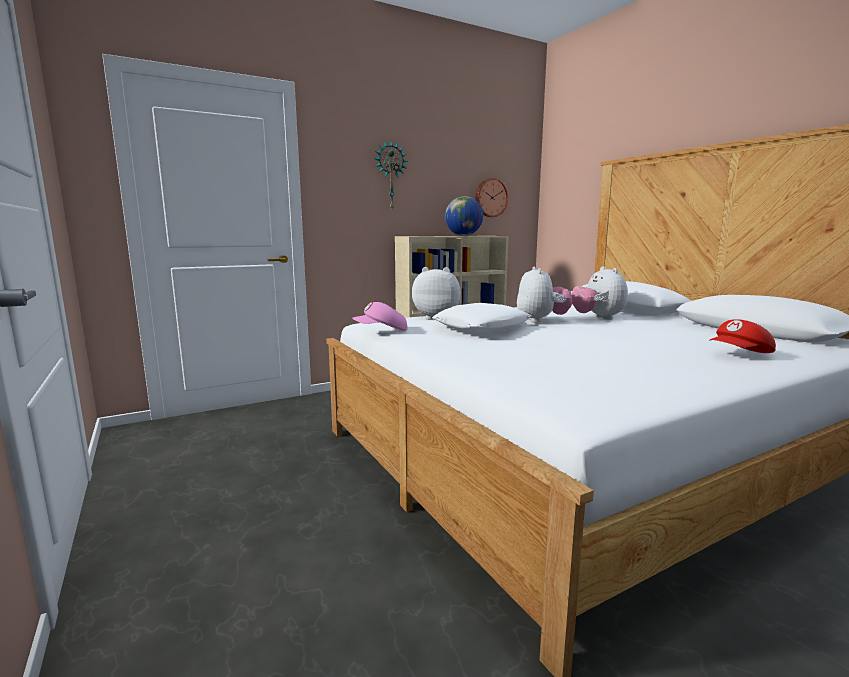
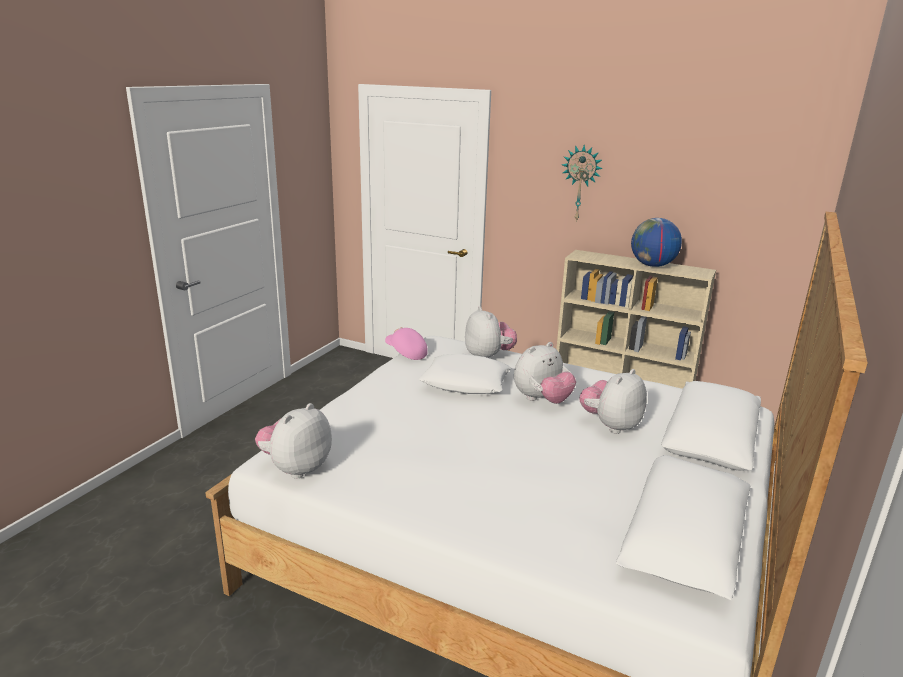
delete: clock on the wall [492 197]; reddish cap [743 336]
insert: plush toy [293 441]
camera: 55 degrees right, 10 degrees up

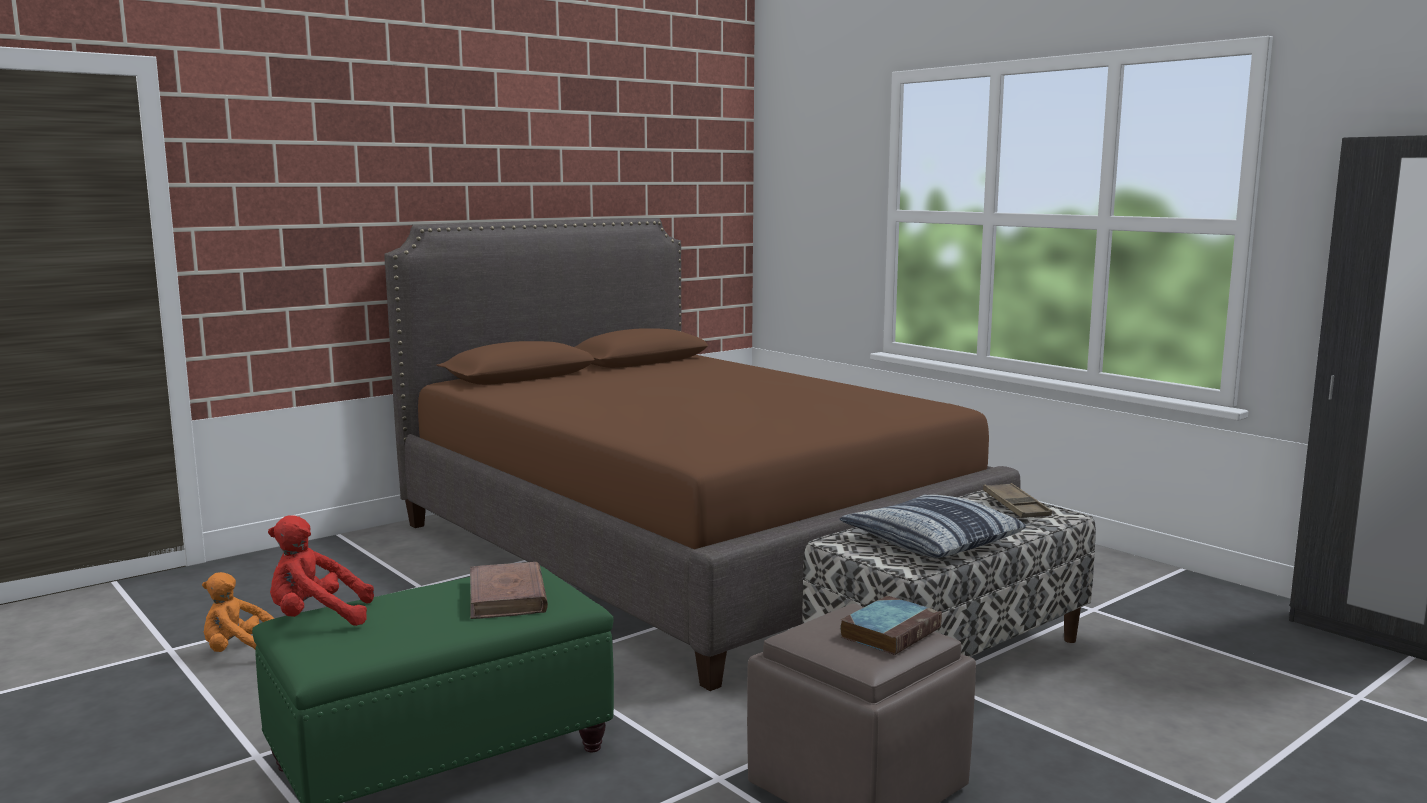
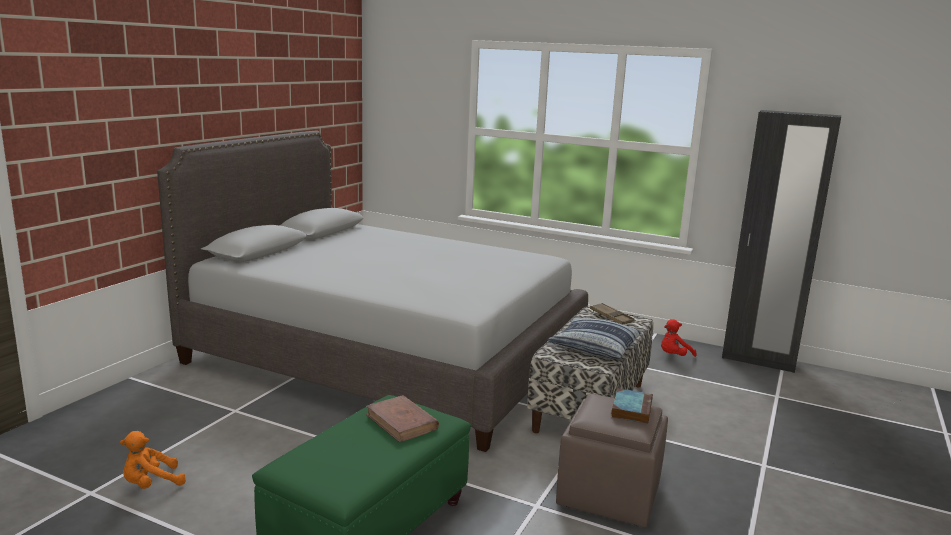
move: reddish plush toy [321 570] to [679 338]
recolor: brown bedroom bed [702 454] to greyish bedroom bed [372 291]
camera: 25 degrees left, 5 degrees up

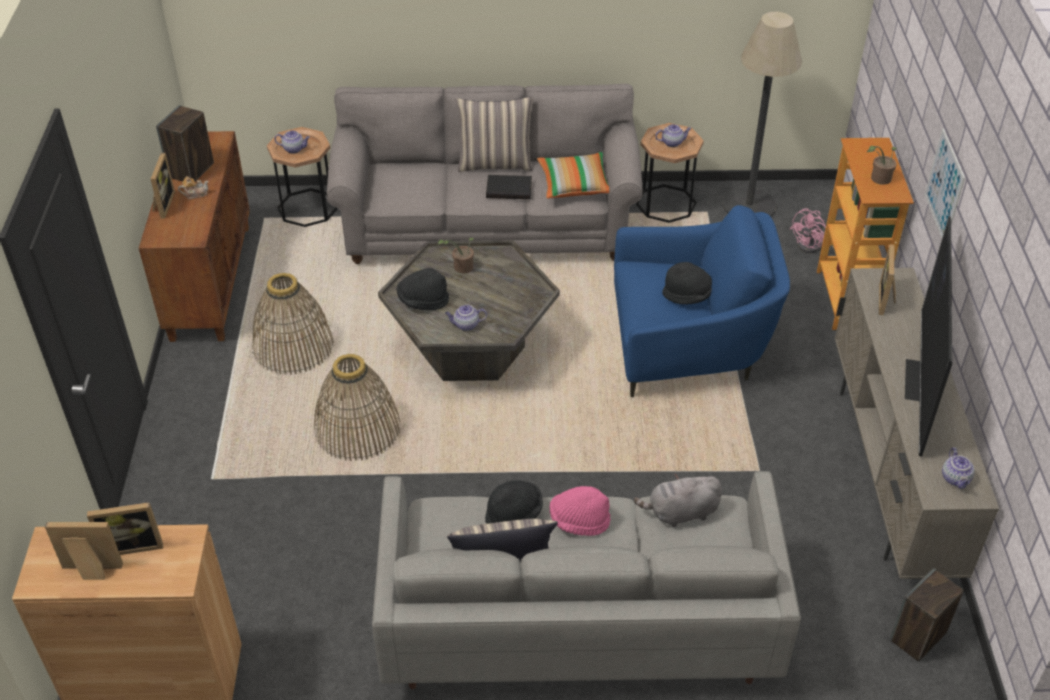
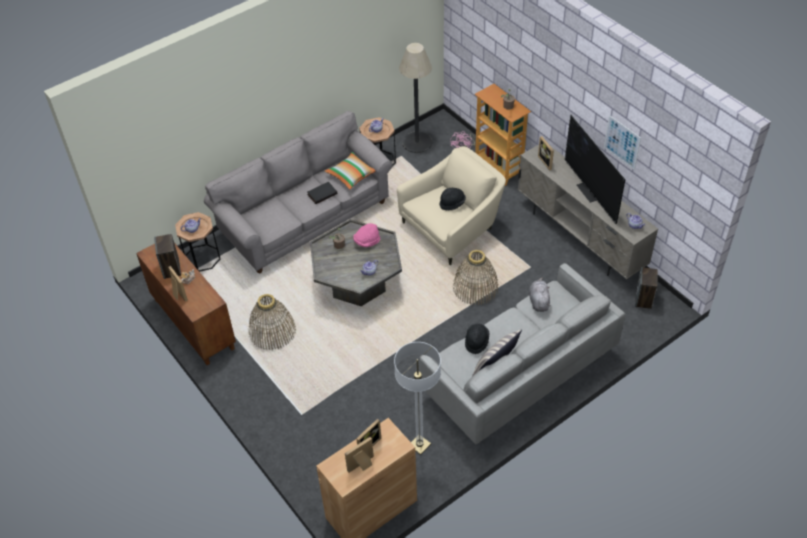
delete: black-coloured clothing hat [423 289]; cushion [494 134]
insert: floor lamp [417 398]
move: storage basket [357 407] to [475 277]; pink-coloured clothing hat [580 511] to [366 235]; picture [945 183] to [622 142]
recolor: bluish easy chair [702 301] to sand-coloured easy chair [451 205]
rotate: greyish plush toy [678 500] = [539 294] 135 degrees clockwise
camera: 35 degrees left, 5 degrees up

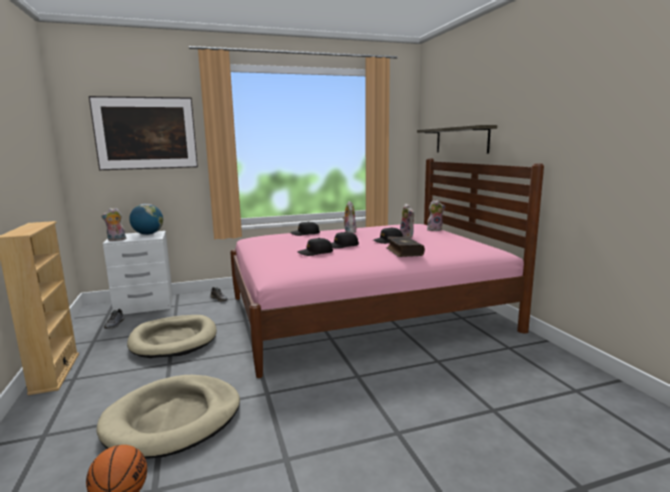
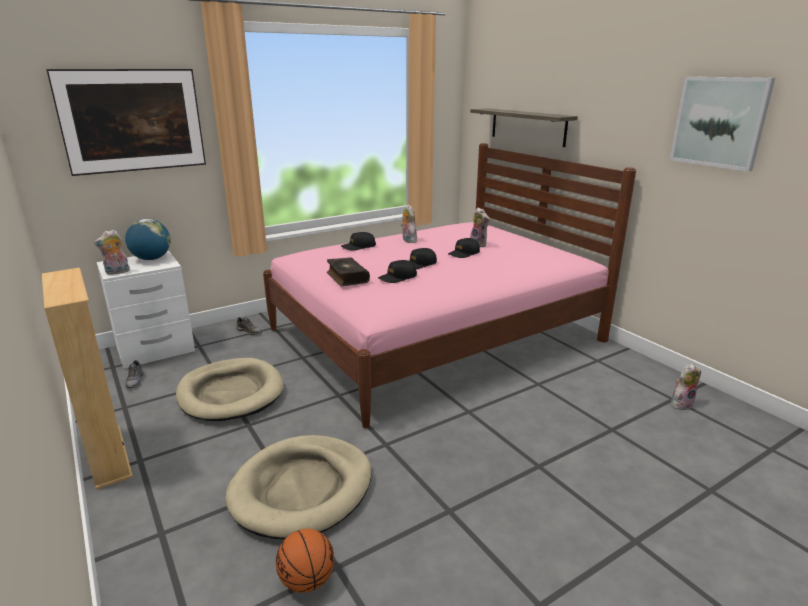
insert: picture [722 124]
move: bound book [406 247] to [348 271]; plush toy [436 215] to [686 387]
camera: 15 degrees left, 10 degrees up

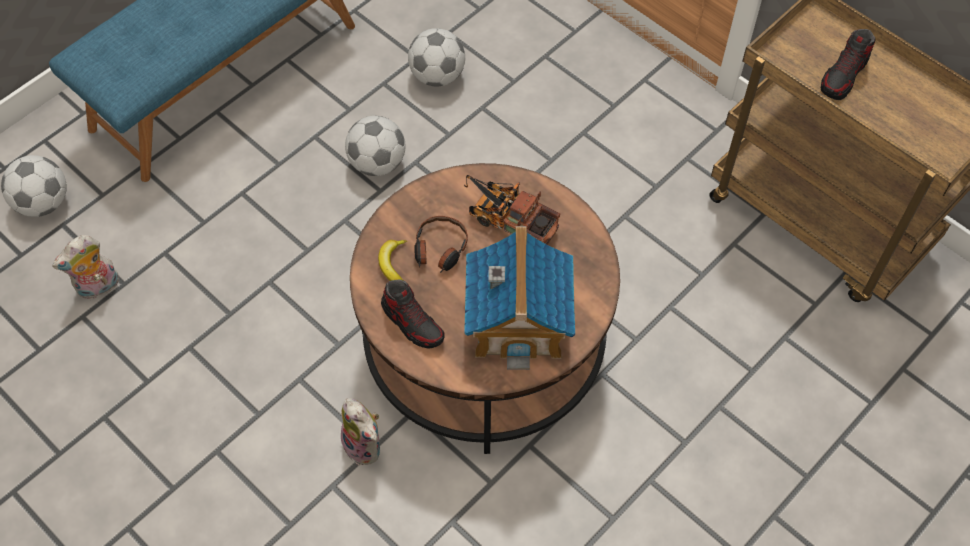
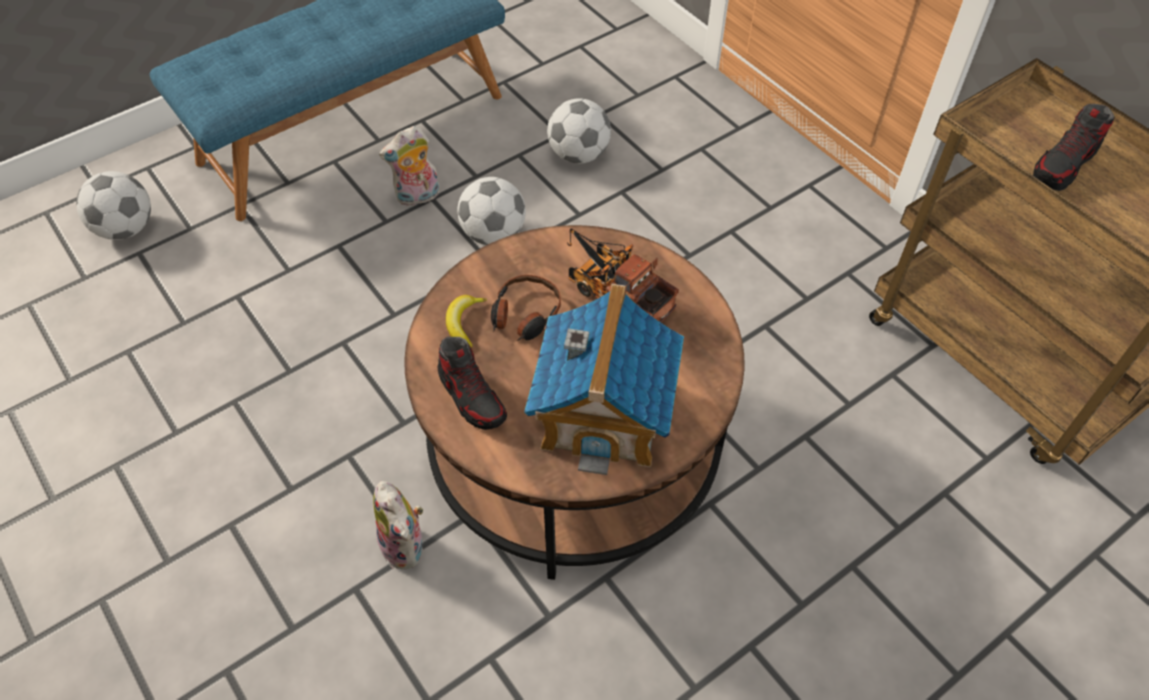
move: plush toy [85 267] to [409 166]
camera: 10 degrees right, 5 degrees down

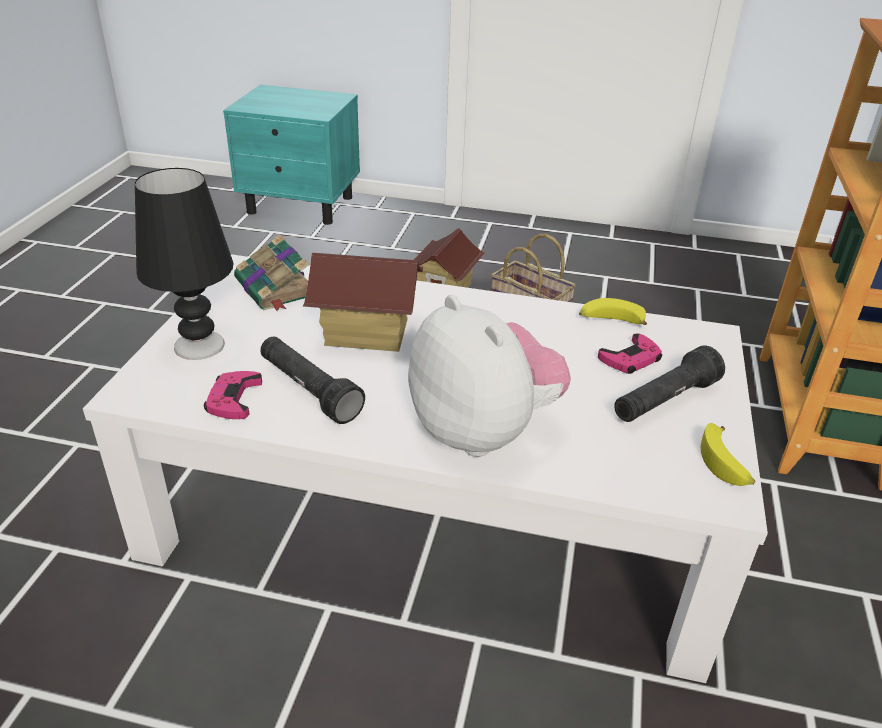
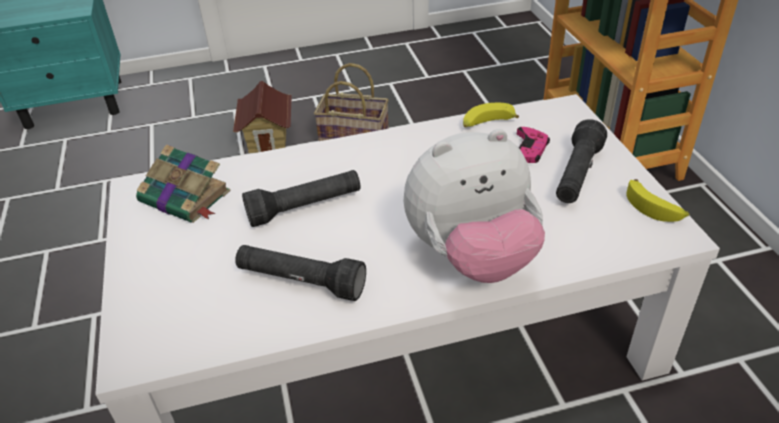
delete: black-coloured tabletop lamp [184 264]; pink-coloured joypad [233 395]
replace: miniature house [363 302] to black-coloured hand torch [301 198]
rotate: plush toy [489 376] = [474 206] 135 degrees clockwise
camera: 25 degrees left, 5 degrees up

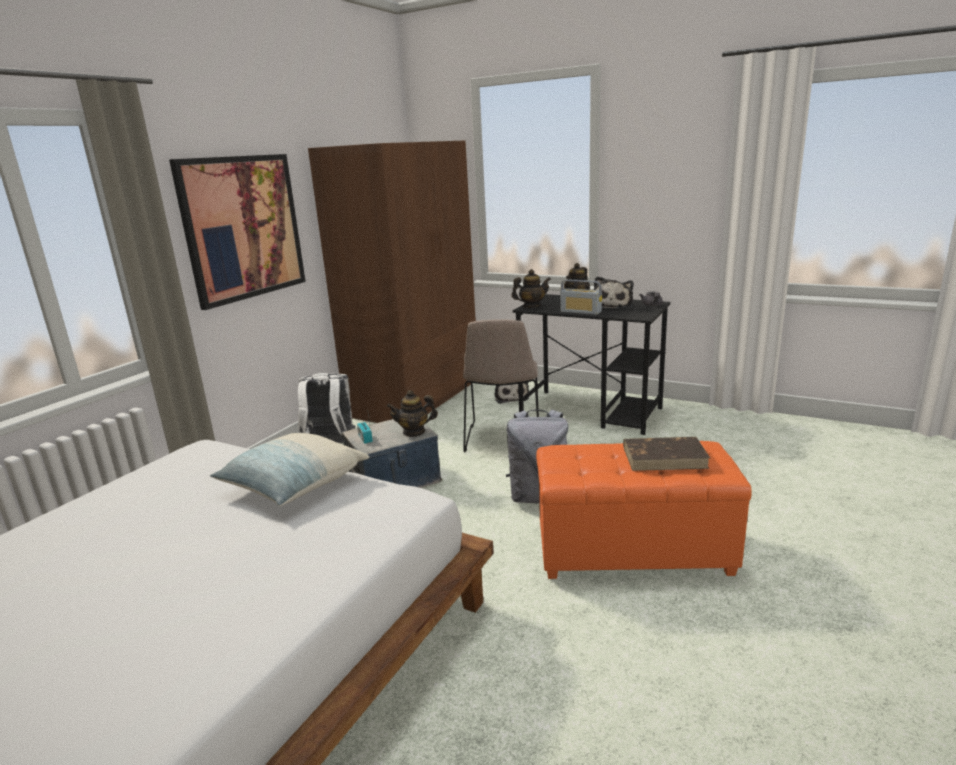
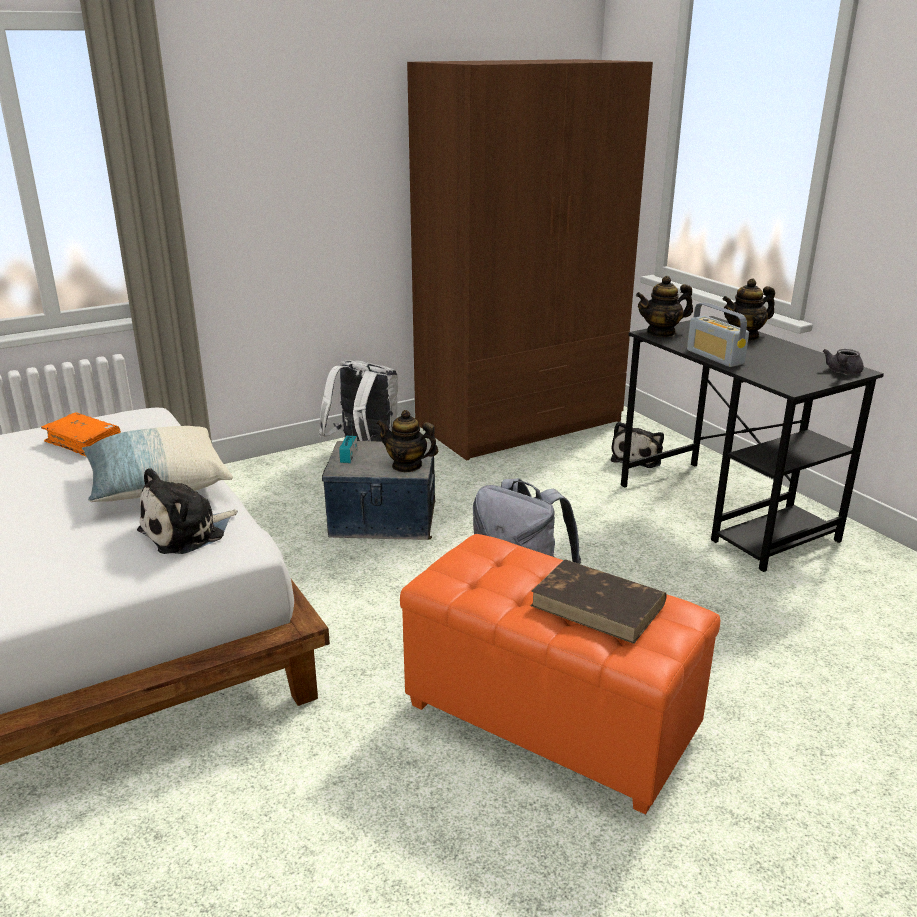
delete: picture [237 232]; sand-coloured upright chair [501 385]
insert: orange-coloured bound book [81 434]
move: plush toy [613 292] to [187 511]
rotate: teapot [531 288] = [664 306] 150 degrees clockwise
camera: 30 degrees right, 5 degrees up

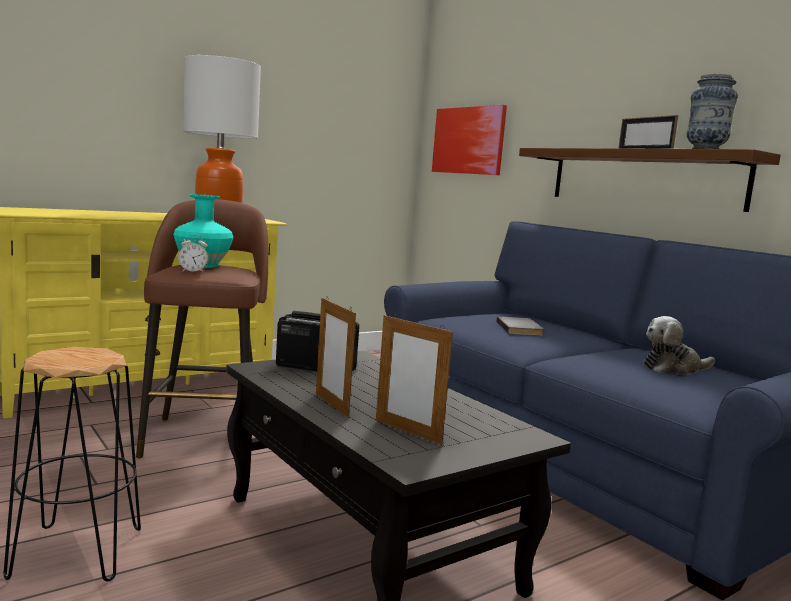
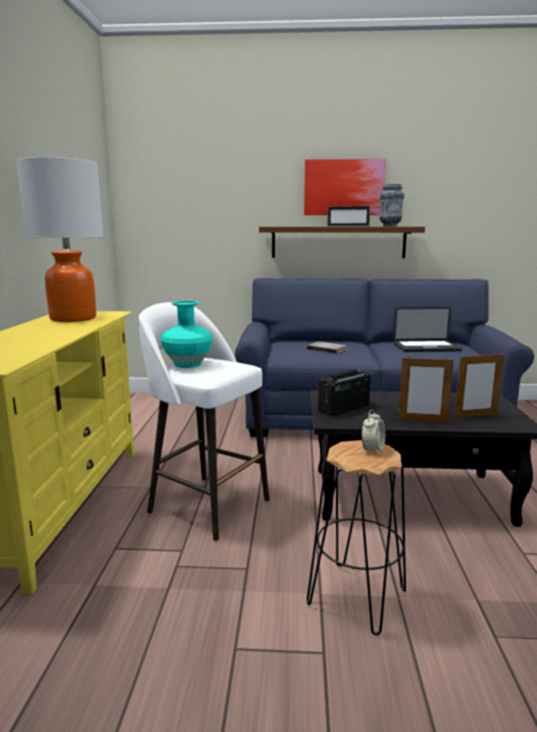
move: table clock [193 253] to [373 431]; picture [469 140] to [345 187]
replace: plush toy [679 345] to laptop [427 329]
recolor: brown sitting stool [202 328] to white-coloured sitting stool [204 421]
camera: 50 degrees left, 5 degrees up

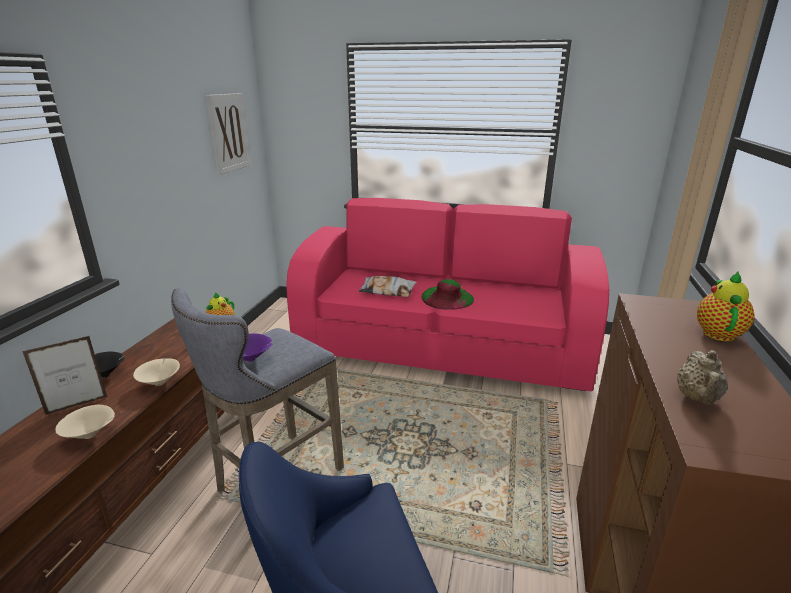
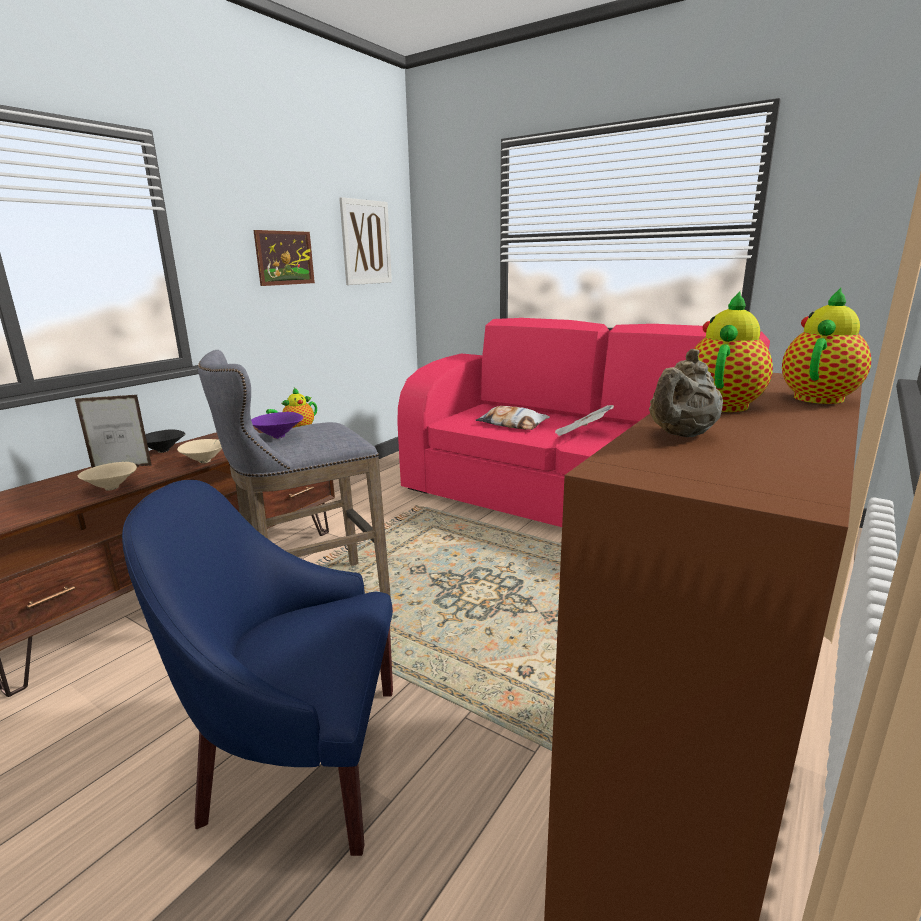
insert: picture [284 258]; teapot [733 351]
replace: green-coloured clothing hat [448 294] to printed paper [584 420]
camera: 20 degrees right, 5 degrees down

